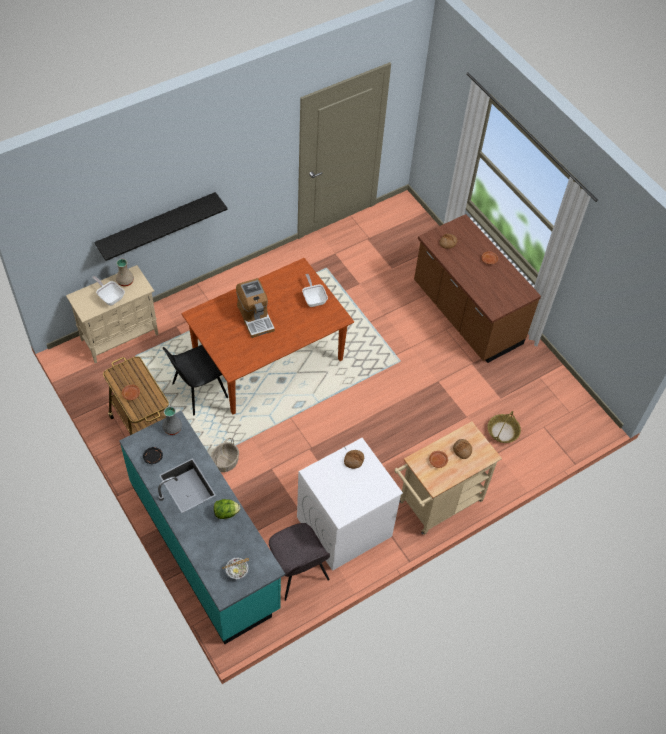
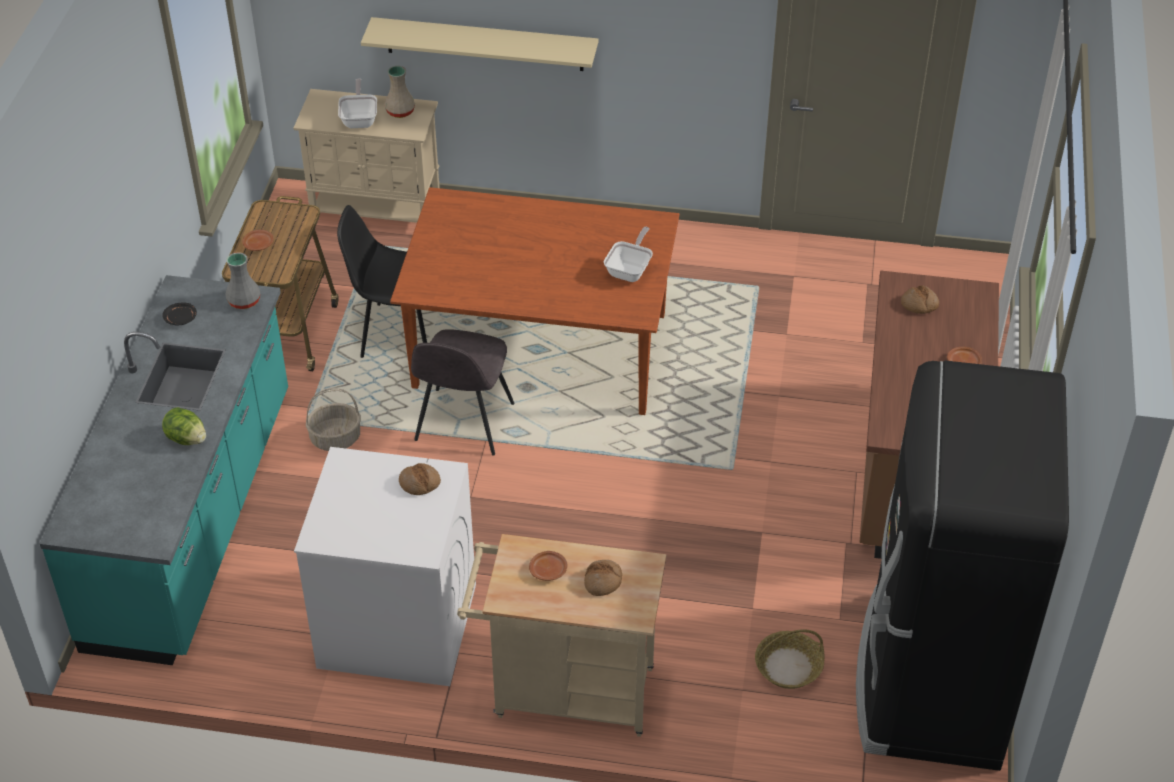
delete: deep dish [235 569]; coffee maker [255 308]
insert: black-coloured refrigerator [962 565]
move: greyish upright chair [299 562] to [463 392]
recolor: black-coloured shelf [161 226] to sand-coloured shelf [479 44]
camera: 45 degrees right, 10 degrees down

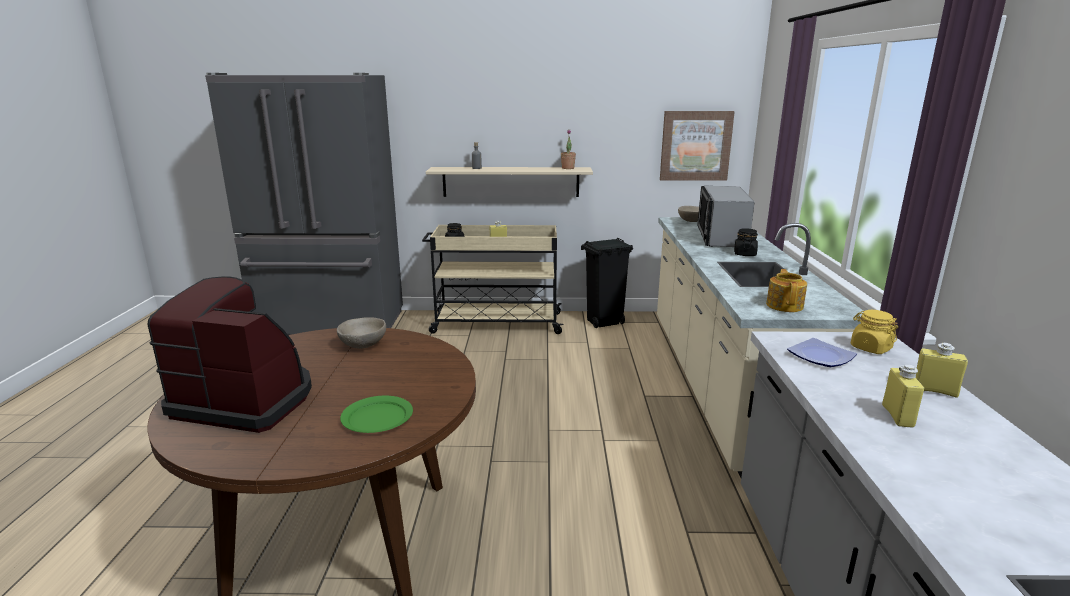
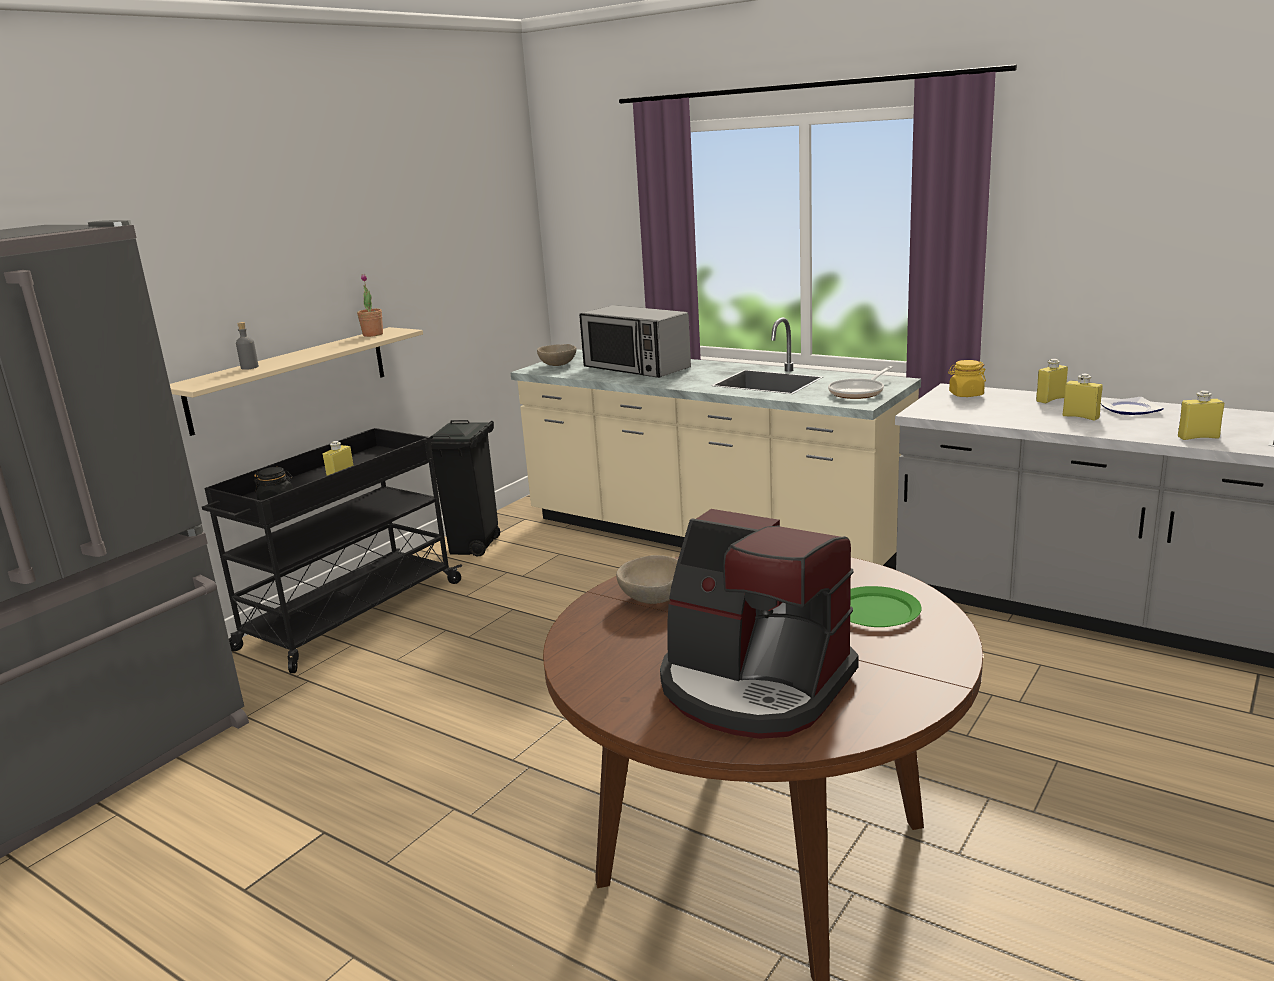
delete: picture [697 146]; black-coloured storage jar [746 242]
insert: yellow drink bottle [1201 415]
move: plate [822 352] to [1132 406]
replace: teapot [786 290] to frying pan [860 382]
recolor: sand-coloured wheeled cart [493 279] to black-coloured wheeled cart [332 550]
rotate: coffee maker [230 354] = [759 624] 105 degrees counterclockwise
camera: 55 degrees left, 0 degrees up

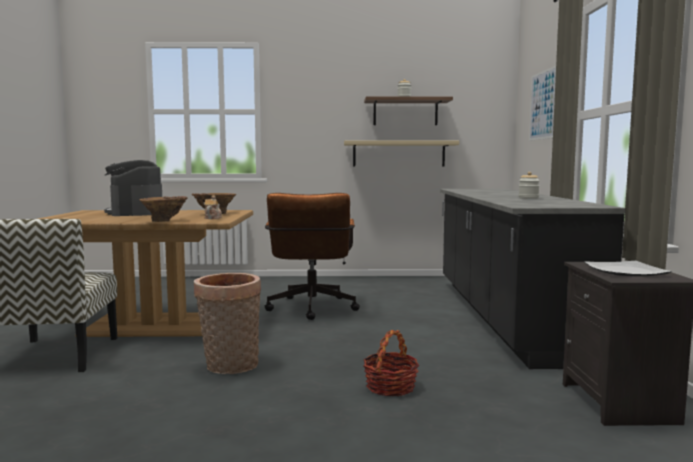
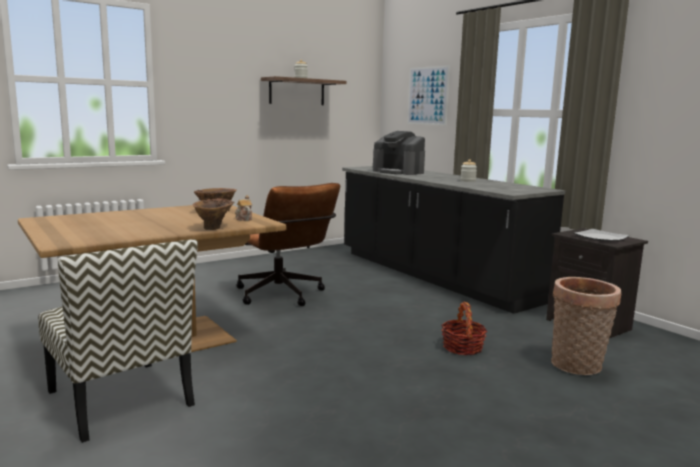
delete: sand-coloured shelf [401 153]
move: coffee maker [133 188] to [399 153]; storage basket [227 323] to [586 326]
camera: 35 degrees left, 5 degrees up

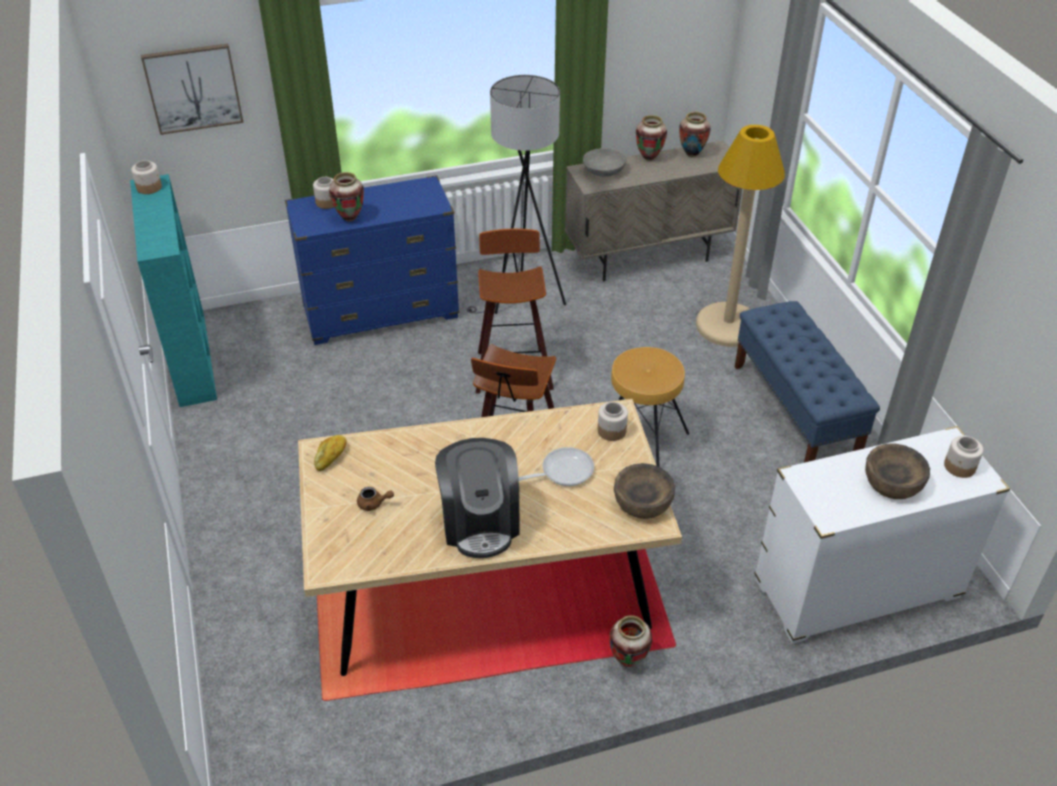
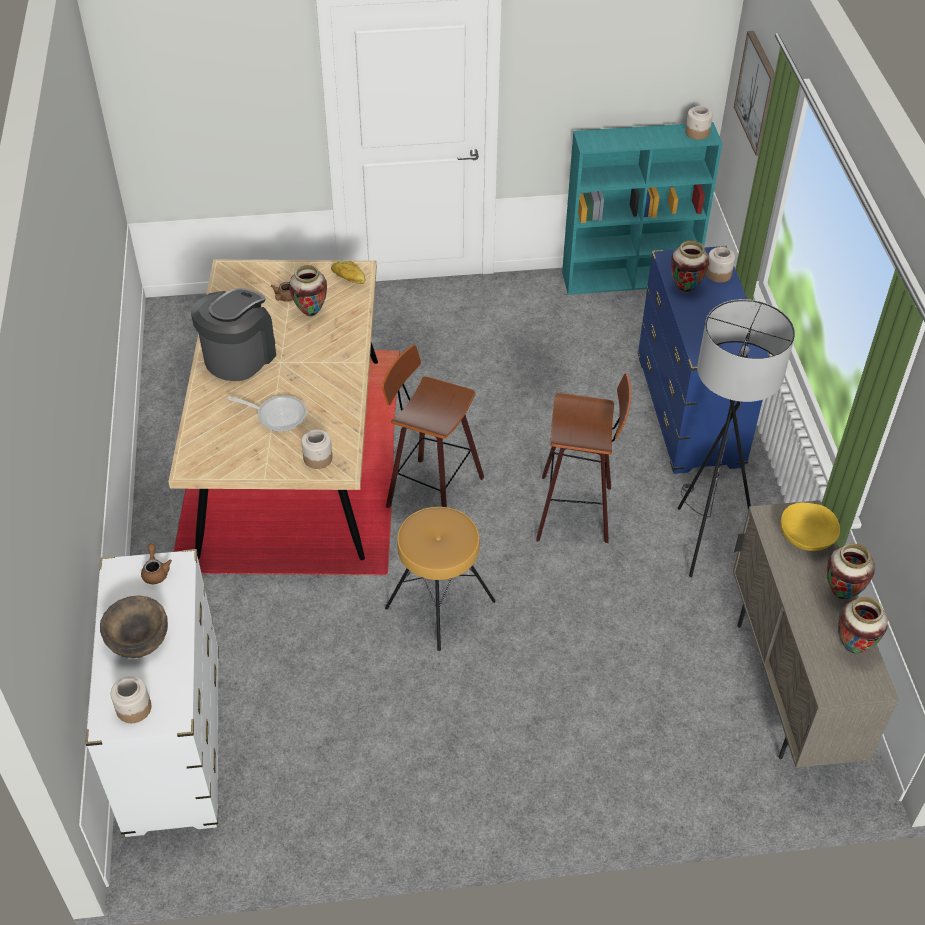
delete: brown deep dish [644 491]; sand-coloured floor lamp [740 236]; bluish long seat [807 382]
insert: brown teapot [156 564]
move: vase [630 641] to [308 290]
recolor: greyish deep dish [604 162] to yellow deep dish [810 527]
rotate: coffee maker [477 498] = [233 334] 120 degrees clockwise; frying pan [556 466] = [267 413] 60 degrees counterclockwise
camera: 100 degrees right, 5 degrees up

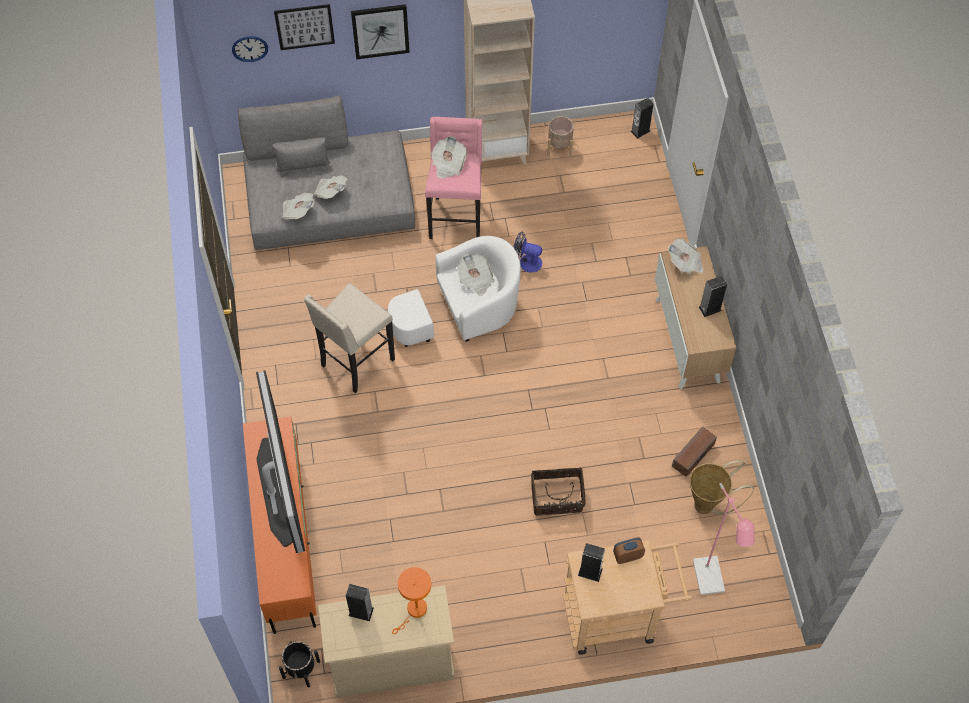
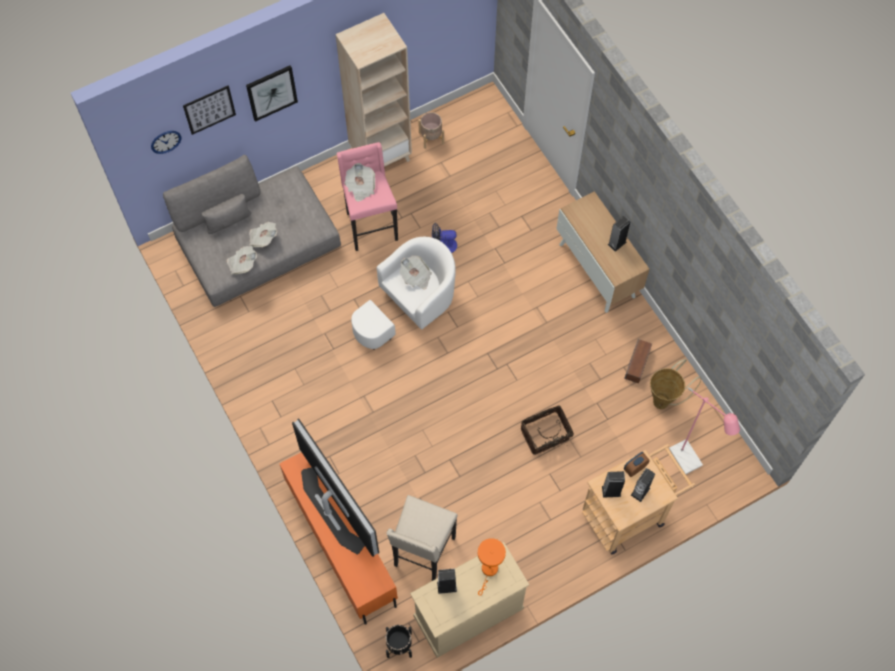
delete: printed paper [685 256]
move: sand-coloured sitting stool [349 338] to [422 538]; speaker [641 118] to [643 485]
camera: 20 degrees left, 5 degrees up

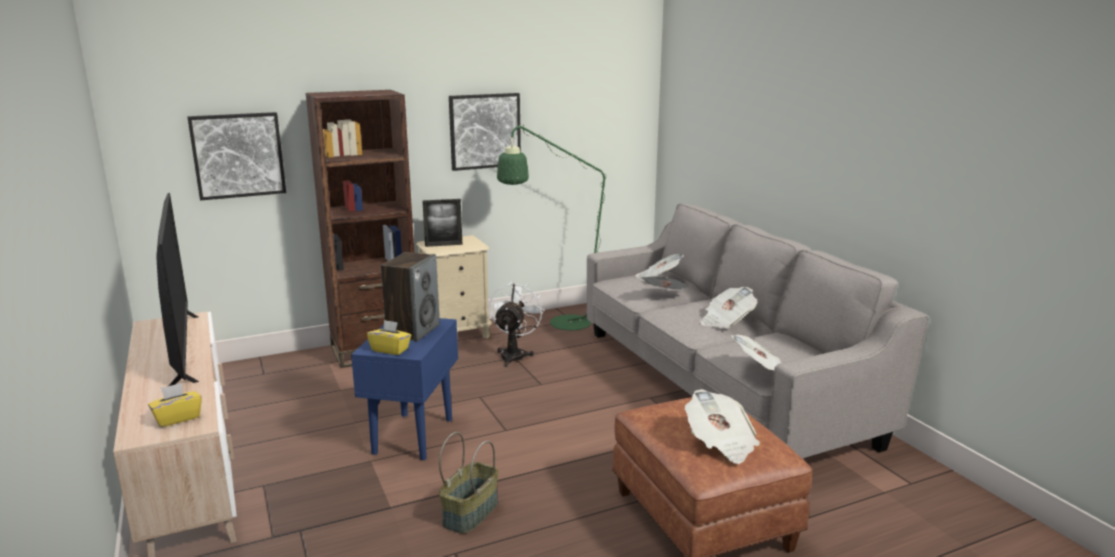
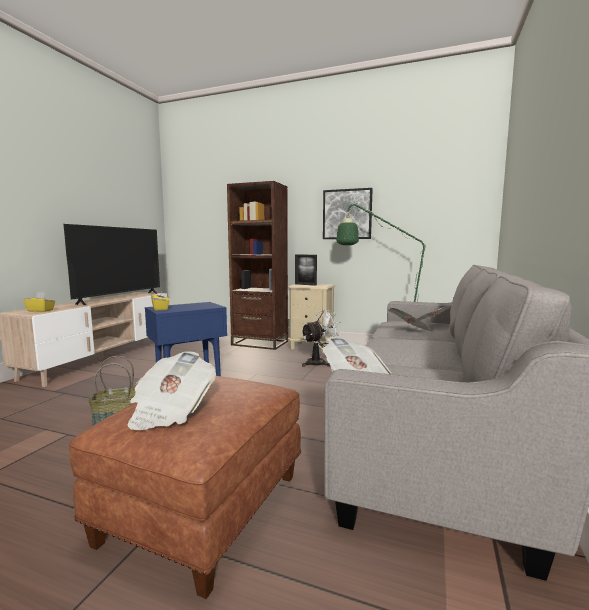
delete: picture [236 156]; speaker [410 297]; printed paper [728 308]
camera: 45 degrees right, 10 degrees down

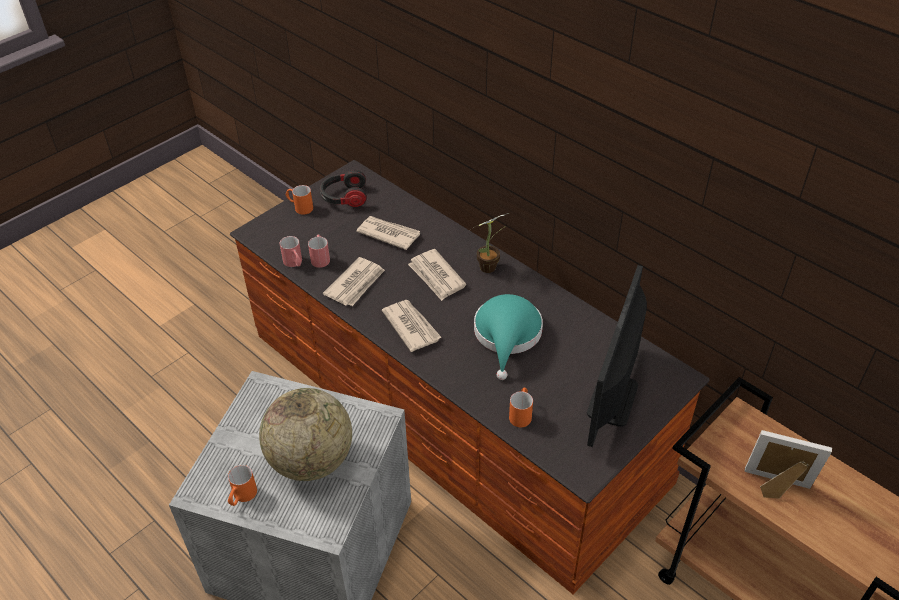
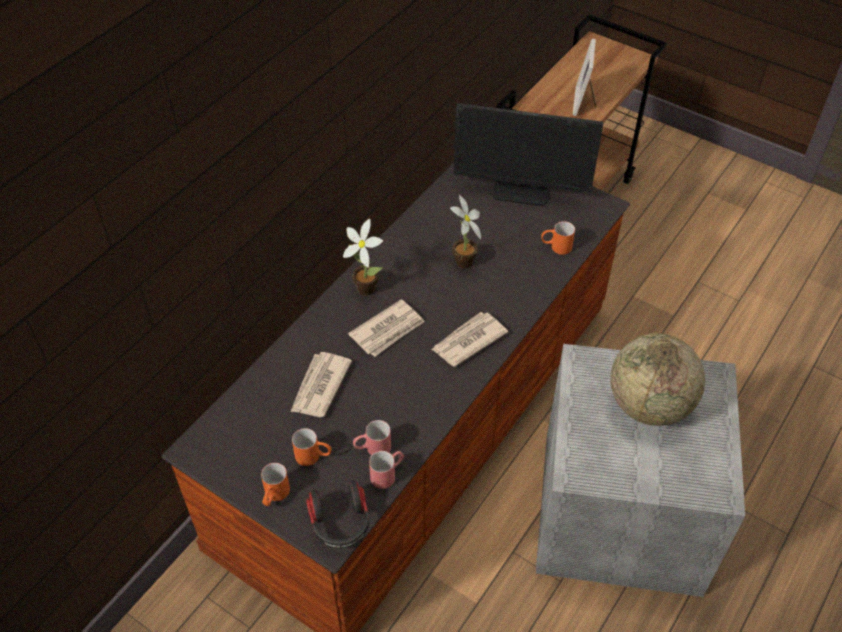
delete: printed paper [354 281]
move: orange-coloured mug [242 485] to [311 447]; pair of headphones [343 188] to [337 515]
replace: turquoise-coloured clothing hat [508 337] to potted plant [465 231]
camera: 100 degrees left, 5 degrees up

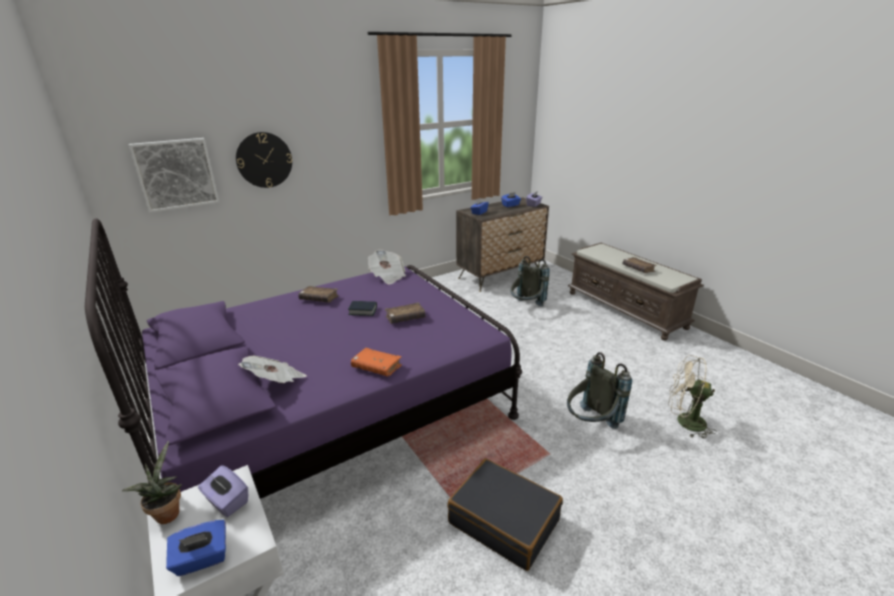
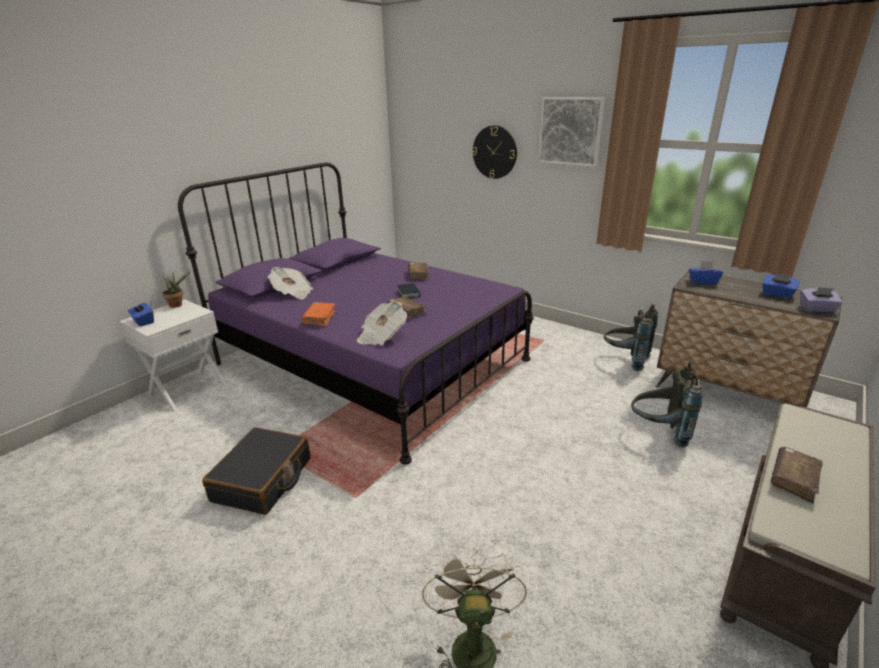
delete: purple-coloured tissue box [223 491]
move: picture [174 175] to [571 132]; printed paper [387 267] to [382 323]; greyish backpack [599 390] to [630 337]
camera: 70 degrees right, 0 degrees up

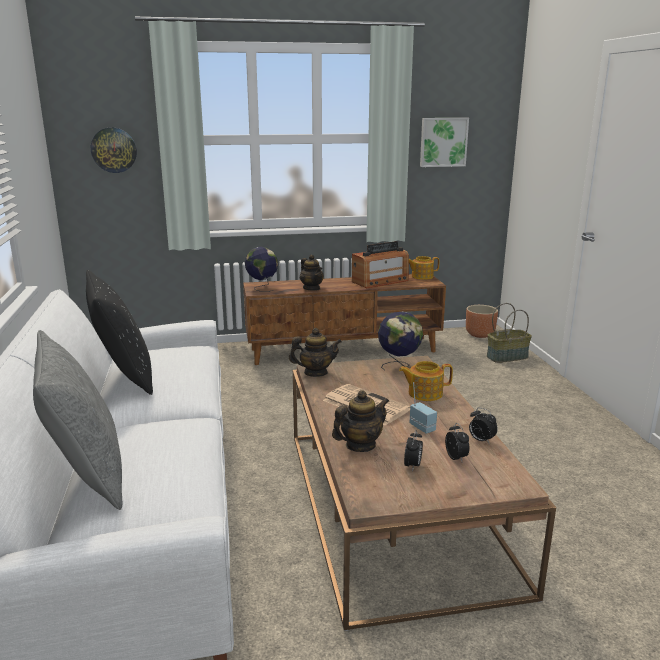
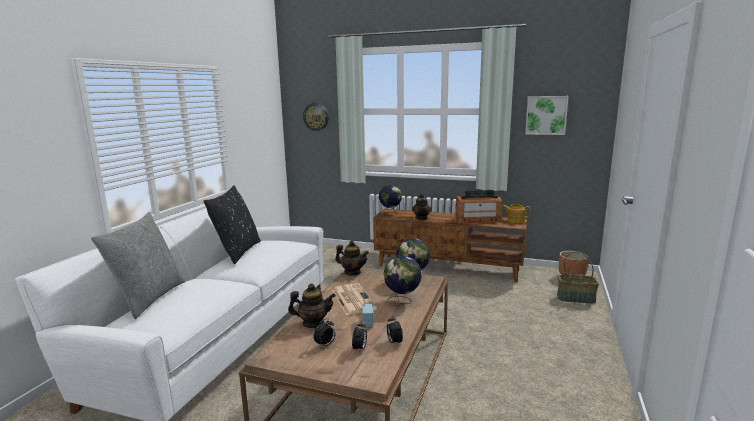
replace: teapot [426 381] to world globe [403 280]
camera: 30 degrees right, 5 degrees down

